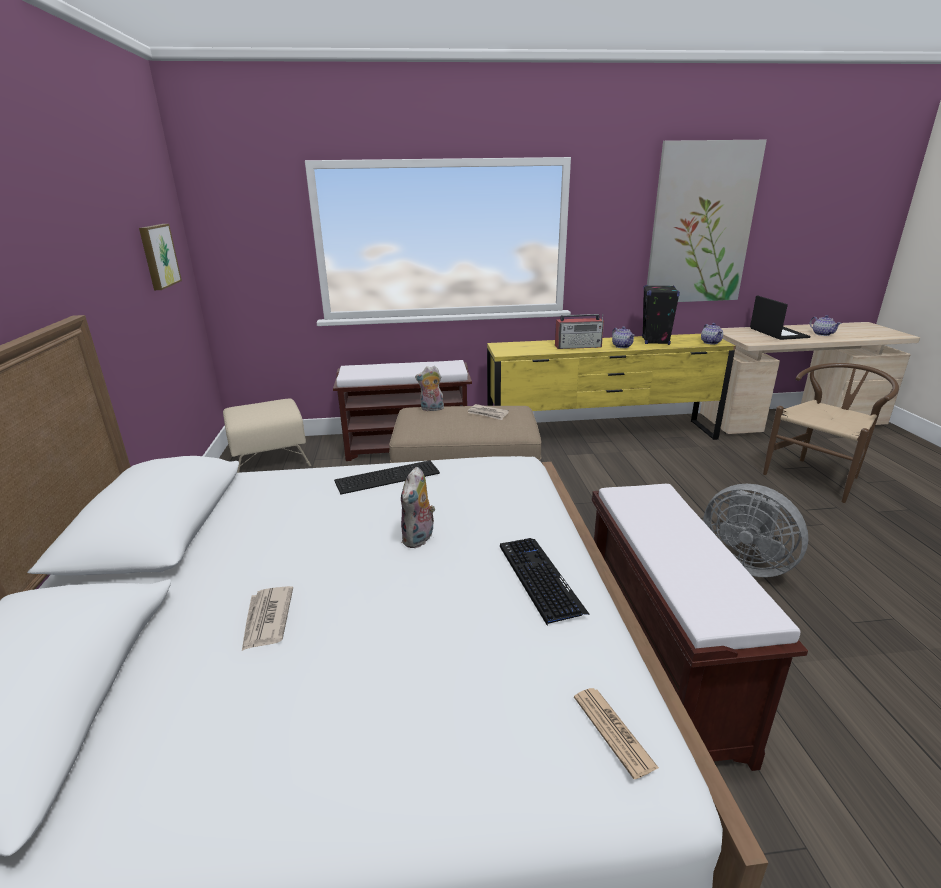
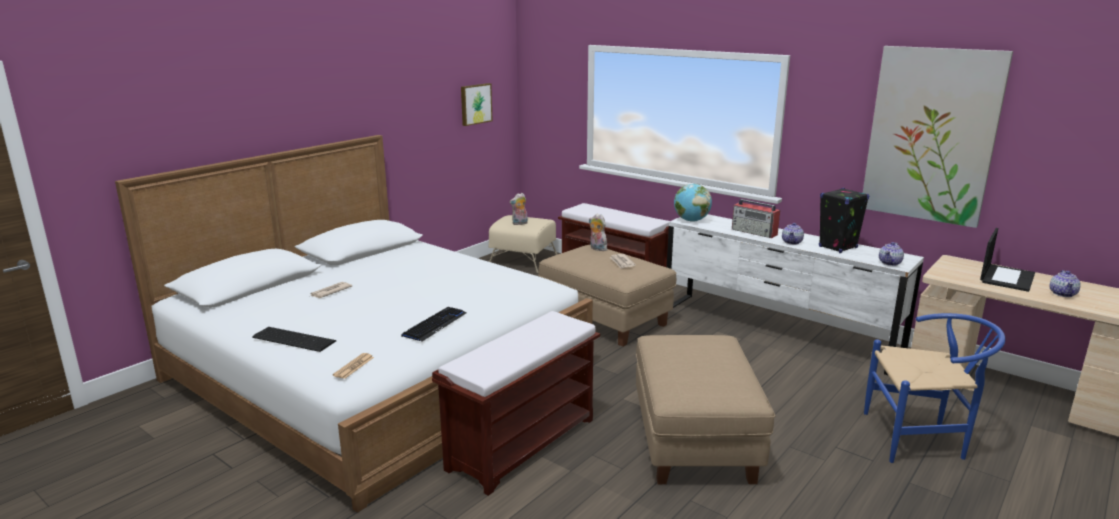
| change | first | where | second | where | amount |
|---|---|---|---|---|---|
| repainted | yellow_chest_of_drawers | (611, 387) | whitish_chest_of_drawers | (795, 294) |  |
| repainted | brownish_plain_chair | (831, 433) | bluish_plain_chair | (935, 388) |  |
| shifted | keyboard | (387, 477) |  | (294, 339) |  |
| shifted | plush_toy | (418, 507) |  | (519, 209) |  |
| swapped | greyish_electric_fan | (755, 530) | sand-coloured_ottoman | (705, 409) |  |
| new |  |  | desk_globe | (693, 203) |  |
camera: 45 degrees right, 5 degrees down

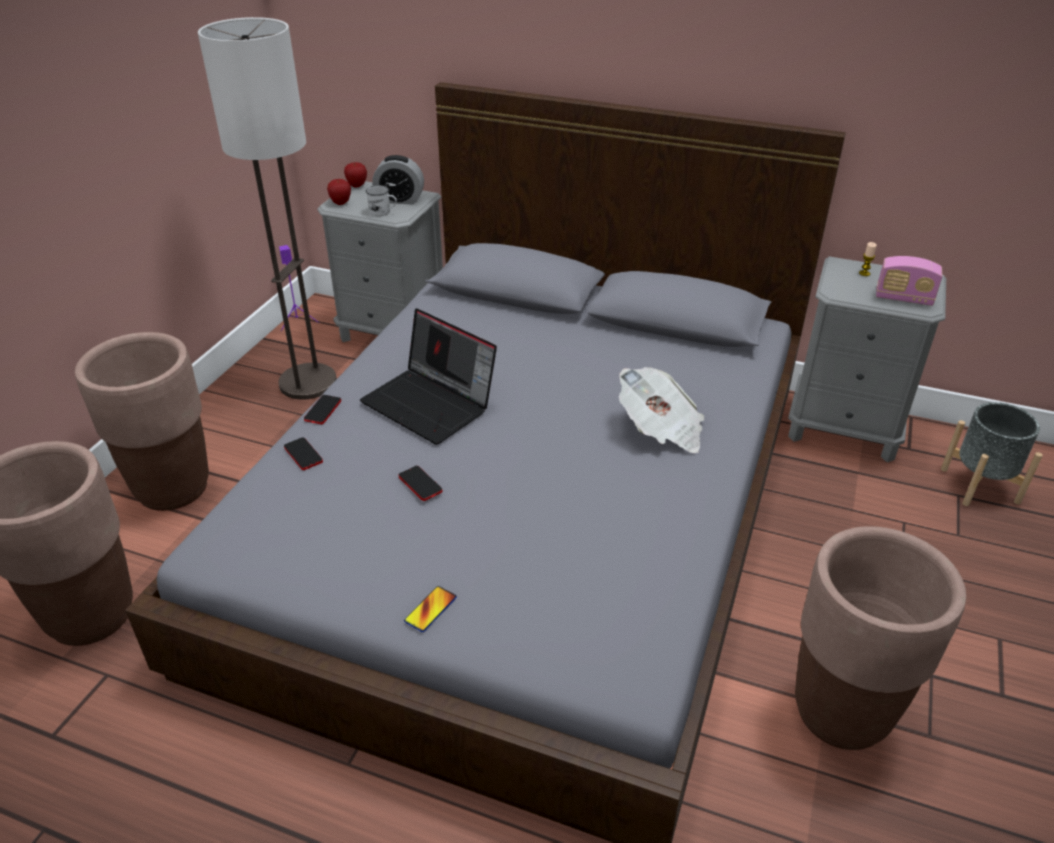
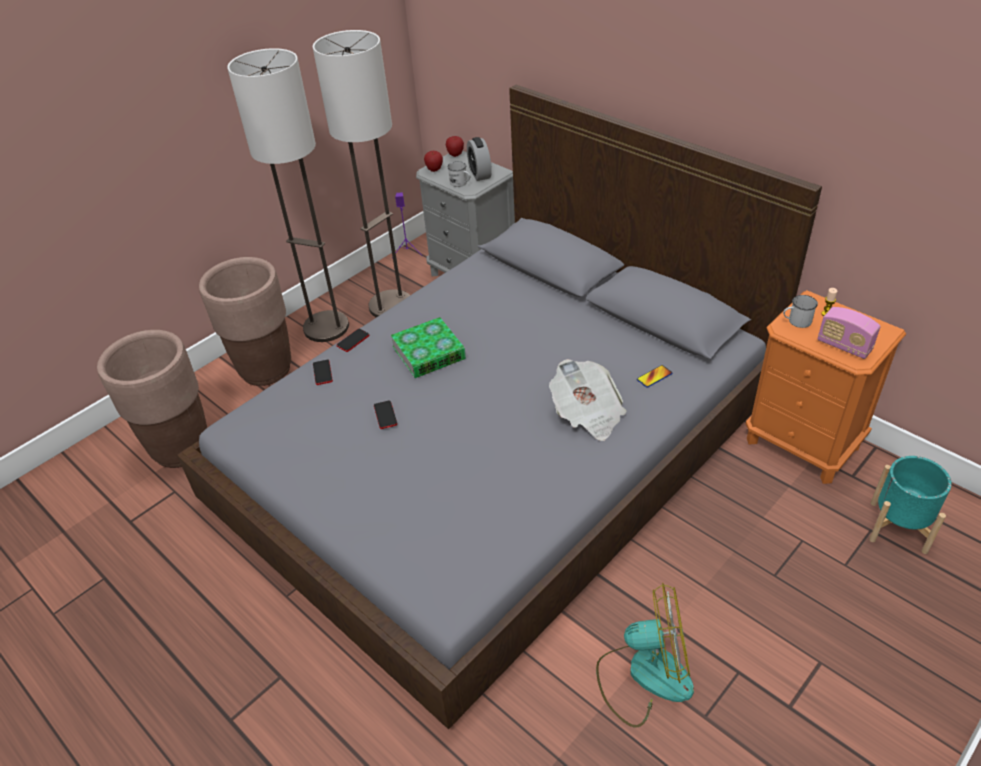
| change | first | where | second | where | amount |
|---|---|---|---|---|---|
| rotated | alarm_clock | (398, 179) |  | (479, 159) | 45 degrees clockwise |
| repainted | greyish_bedside_table | (867, 359) | orangey_bedside_table | (826, 387) |  |
| swapped | portable_computer | (428, 376) | book | (428, 347) |  |
| repainted | greyish_flower_pot | (992, 454) | blue-green_flower_pot | (910, 505) |  |
| swapped | brownish_flower_pot | (880, 638) | electric_fan | (645, 655) |  |
| shifted | telephone | (430, 609) |  | (654, 376) |  |
| new |  |  | standard_lamp | (288, 195) |  |
| new |  |  | whitish_coffee_mug | (800, 311) |  |
camera: 25 degrees right, 5 degrees up

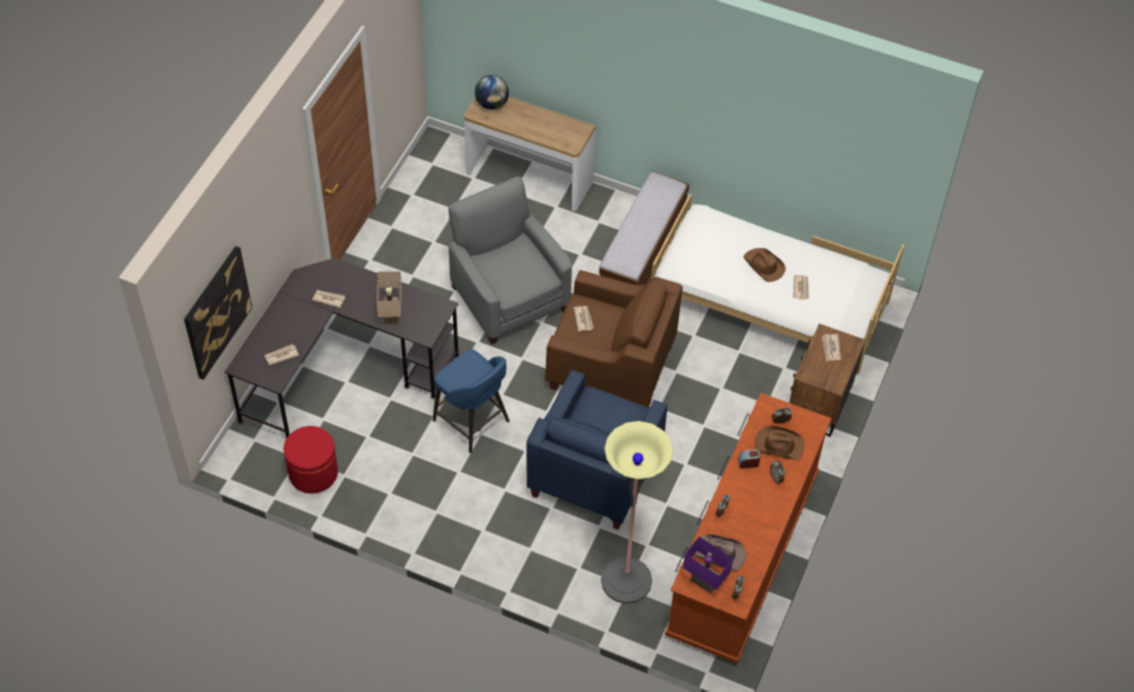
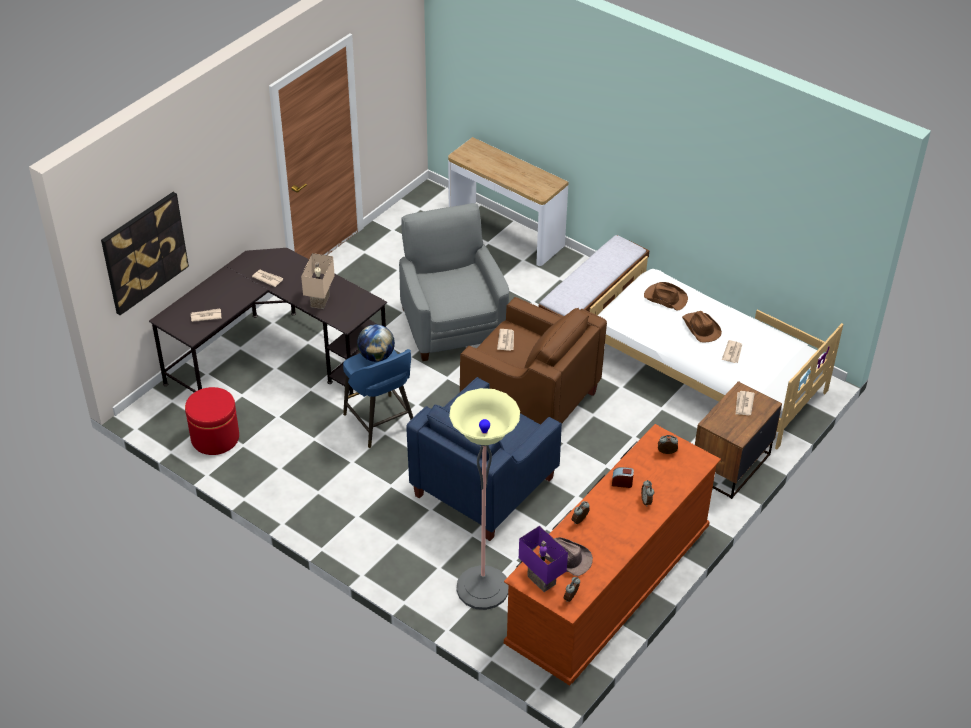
| change | first | where | second | where | amount |
|---|---|---|---|---|---|
| shifted | desk_globe | (492, 92) |  | (376, 343) |  |
| shifted | brownish_wearable_hat | (779, 443) |  | (666, 296) |  |
camera: 15 degrees right, 10 degrees down

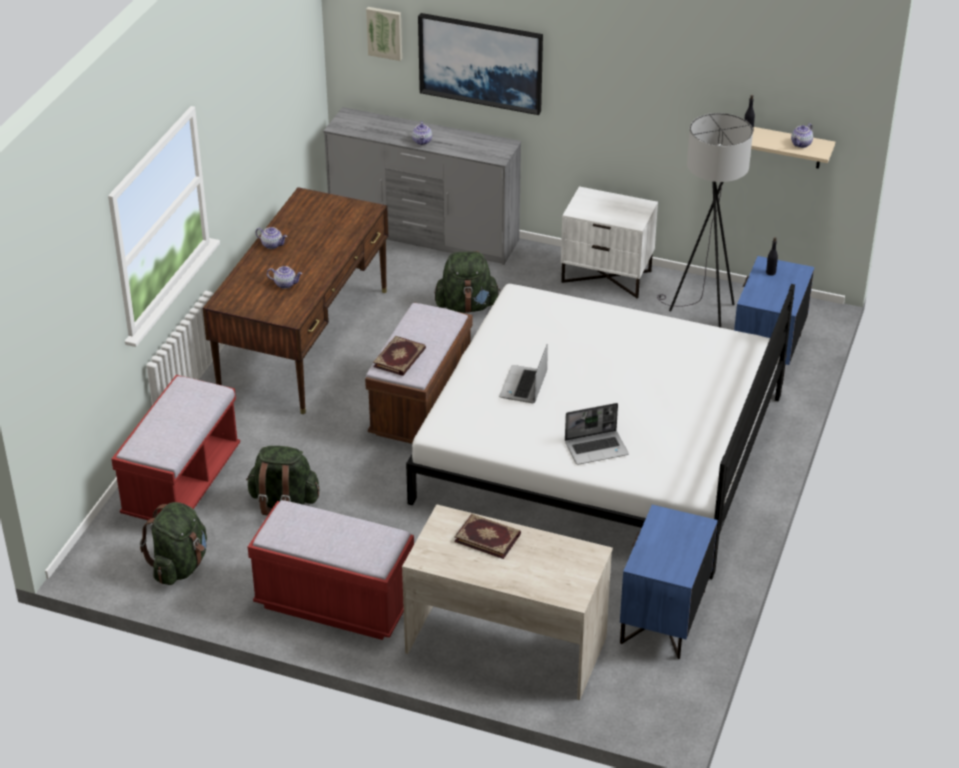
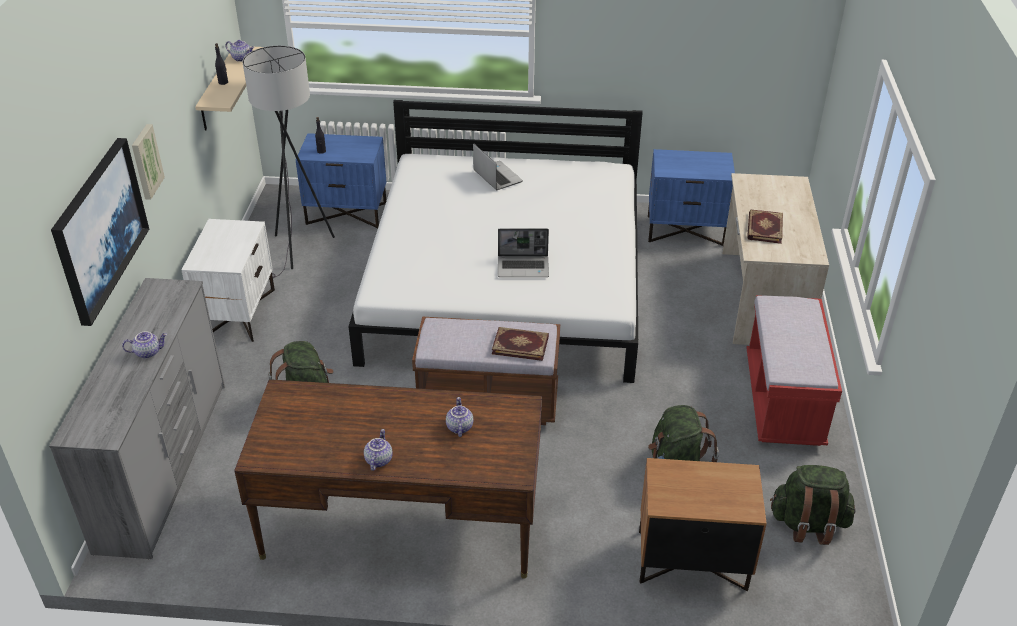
| change | first | where | second | where | amount |
|---|---|---|---|---|---|
| shifted | picture | (384, 34) |  | (148, 162) |  |
| swapped | reddish_indoor_bench | (175, 447) | brownish_bedside_table | (703, 524) |  |
| shifted | portable_computer | (597, 434) |  | (498, 166) |  |
camera: 105 degrees left, 0 degrees up

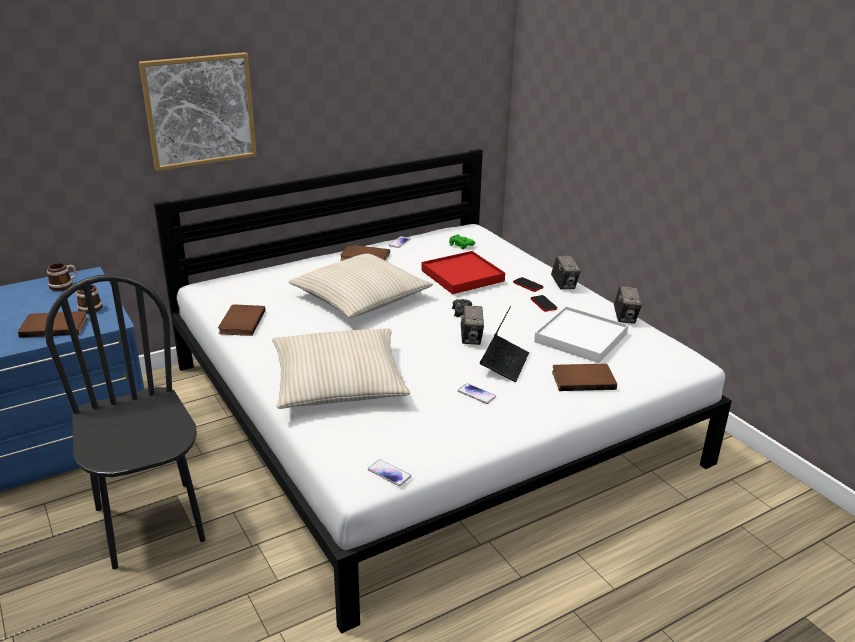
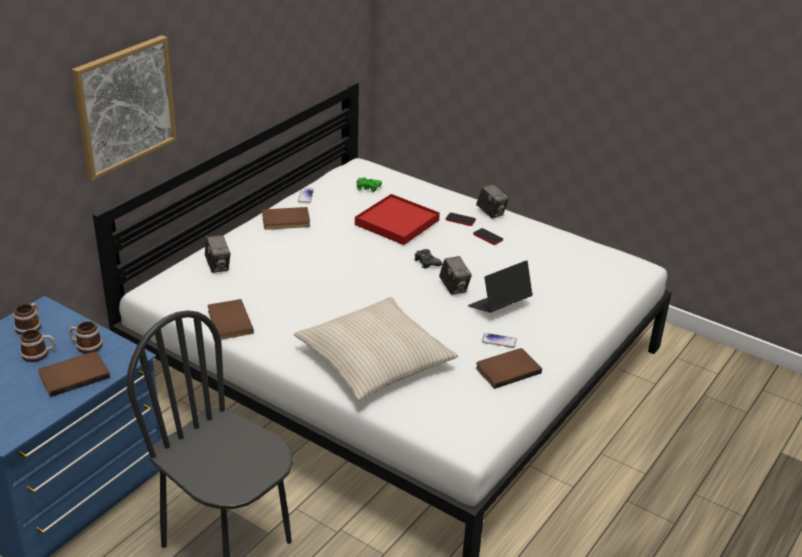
| change | first | where | second | where | amount |
|---|---|---|---|---|---|
| gone | sand-coloured_throw_pillow | (360, 285) |  |  |  |
| shifted | photo_camera | (628, 305) |  | (217, 254) |  |
| rotated | portable_computer | (504, 344) |  | (500, 286) | 120 degrees counterclockwise |
| gone | whitish_carrying_tray | (581, 334) |  |  |  |
| shifted | brownish_book | (584, 377) |  | (509, 368) |  |
| gone | telephone | (389, 472) |  |  |  |
| new |  |  | coffee_mug | (38, 345) |  |
camera: 25 degrees left, 5 degrees up

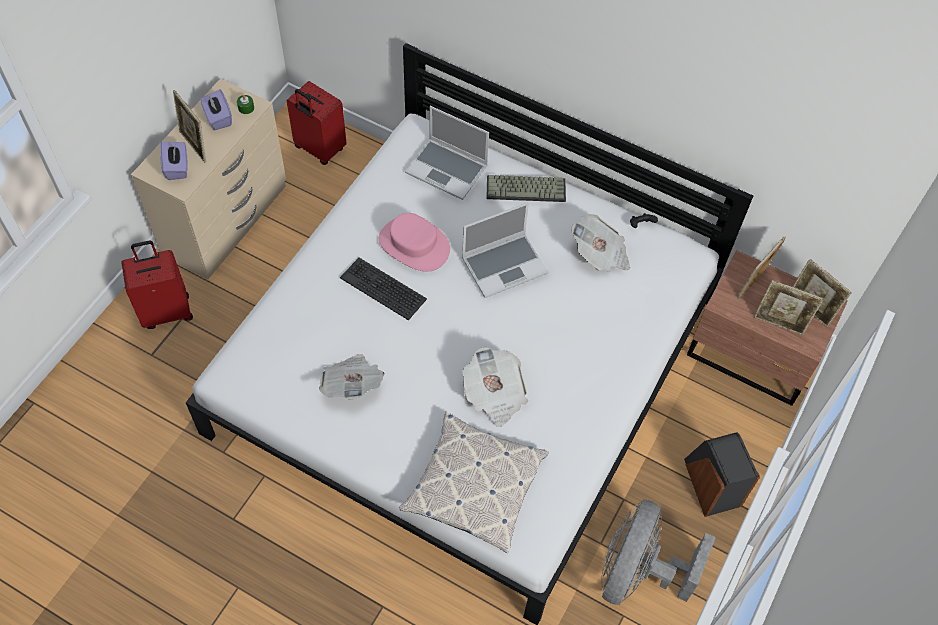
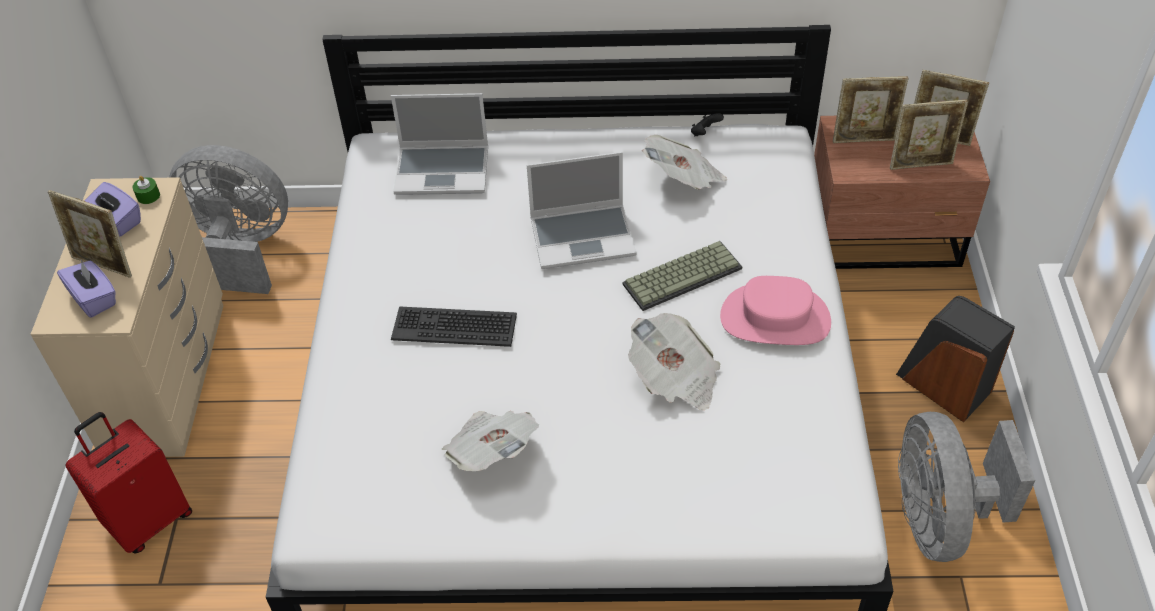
| change | first | where | second | where | amount |
|---|---|---|---|---|---|
| swapped | reddish_suitcase | (317, 123) | greyish_electric_fan | (228, 219) |  |
| shifted | keyboard | (526, 188) |  | (682, 276) |  |
| rotated | portable_computer | (505, 250) |  | (581, 210) | 45 degrees clockwise |
| shifted | pink-coloured_wearable_hat | (414, 242) |  | (775, 310) |  |
| rotated | standing_frame | (761, 267) |  | (871, 109) | 105 degrees counterclockwise |
| gone | throw_pillow | (474, 482) |  |  |  |
camera: 25 degrees left, 10 degrees down

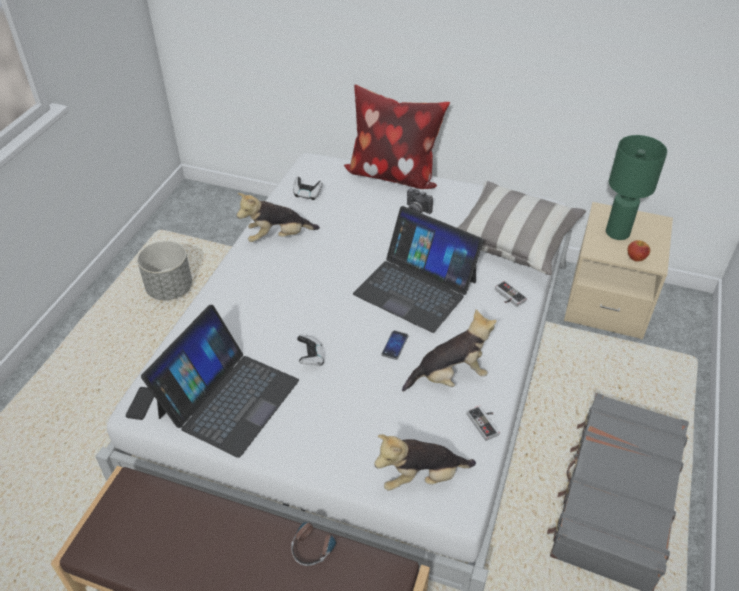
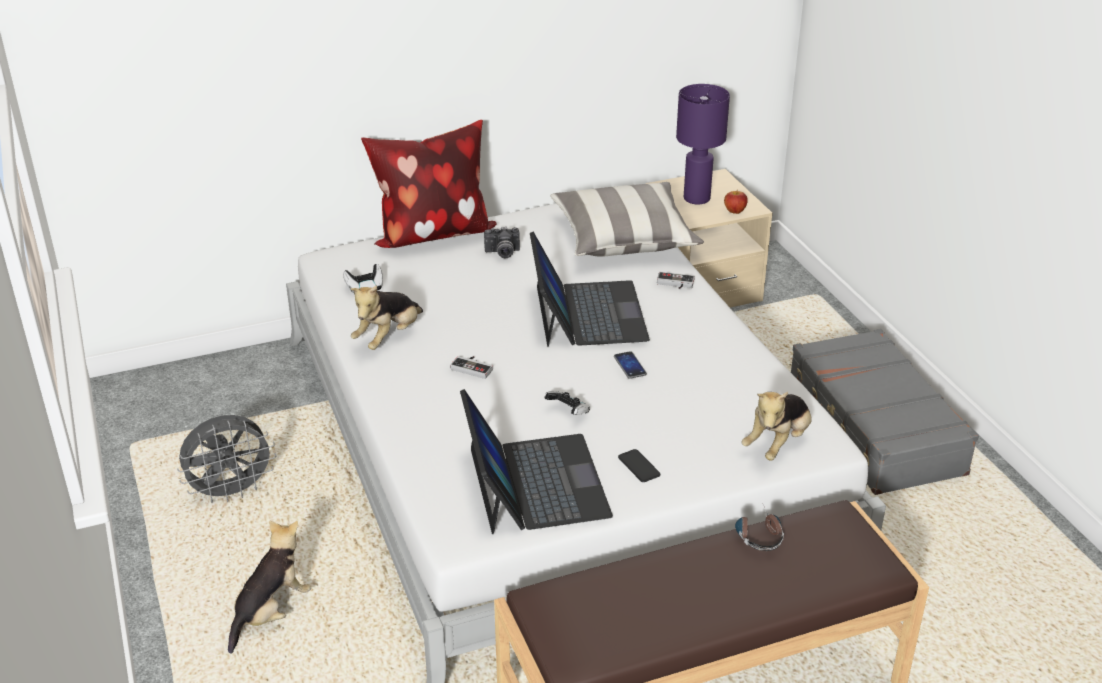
| change | first | where | second | where | amount |
|---|---|---|---|---|---|
| repainted | greenish_lamp_for_a_table | (636, 187) | purple-coloured_lamp_for_a_table | (703, 144) |  |
| rotated | portable_computer | (418, 269) |  | (590, 289) | 90 degrees counterclockwise |
| swapped | greyish_flower_pot | (164, 270) | greyish_electric_fan | (227, 459) |  |
| shifted | plush_toy | (449, 350) |  | (269, 587) |  |
| shifted | telephone | (140, 403) |  | (639, 465) |  |
| shifted | game_controller | (483, 423) |  | (471, 367) |  |
camera: 40 degrees left, 10 degrees down

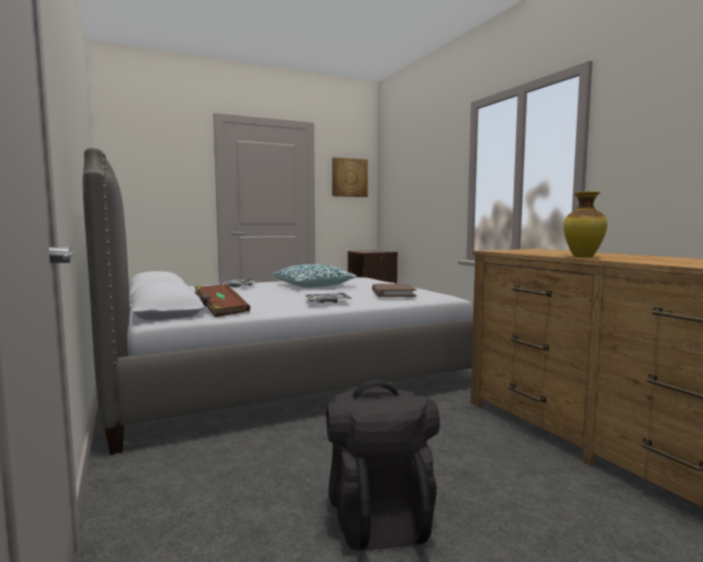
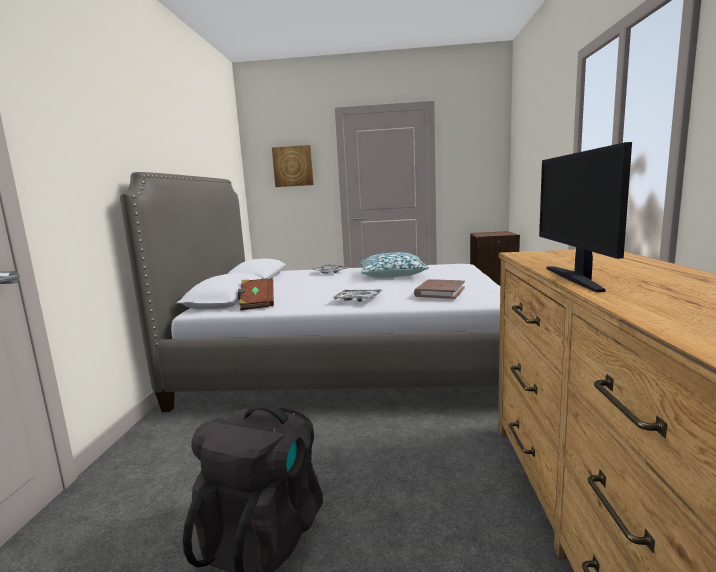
| change | first | where | second | where | amount |
|---|---|---|---|---|---|
| shifted | picture | (350, 177) |  | (293, 166) |  |
| swapped | vase | (585, 224) | computer_display | (585, 217) |  |
camera: 30 degrees right, 5 degrees up

